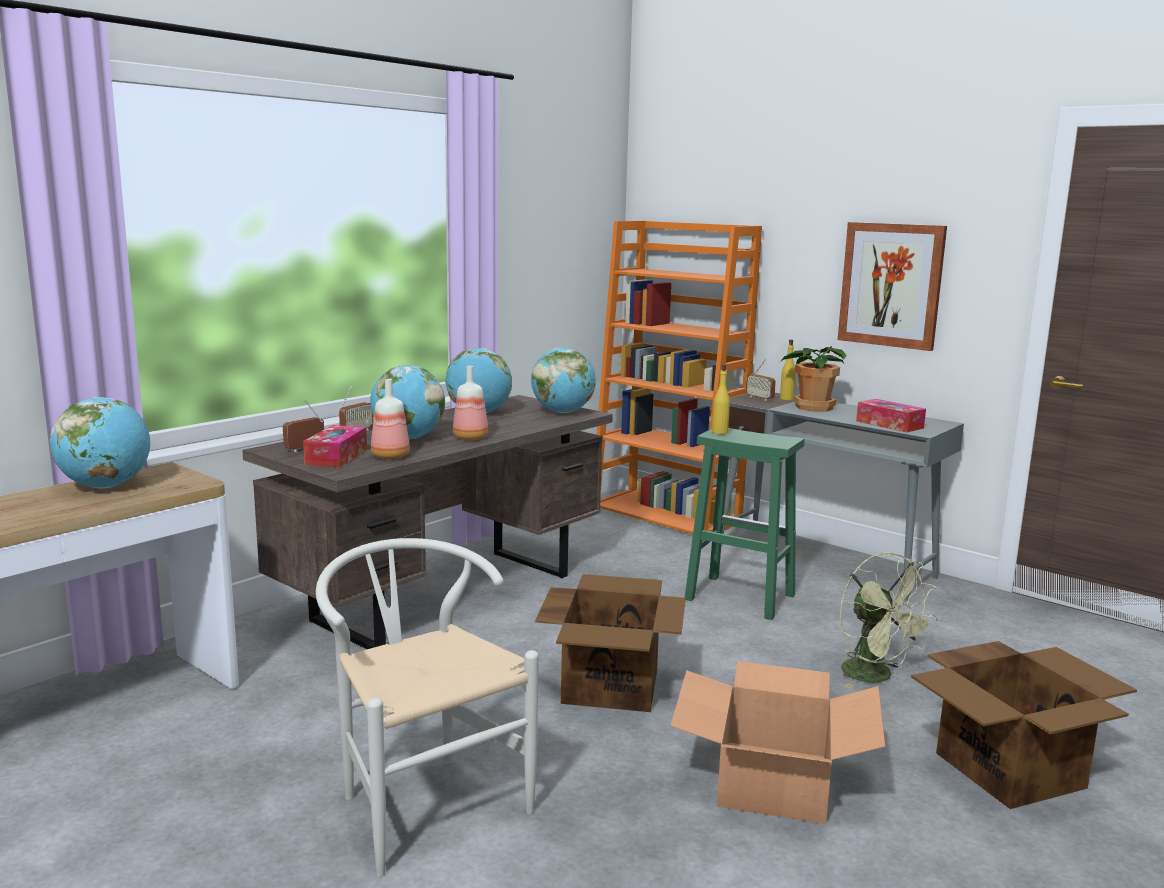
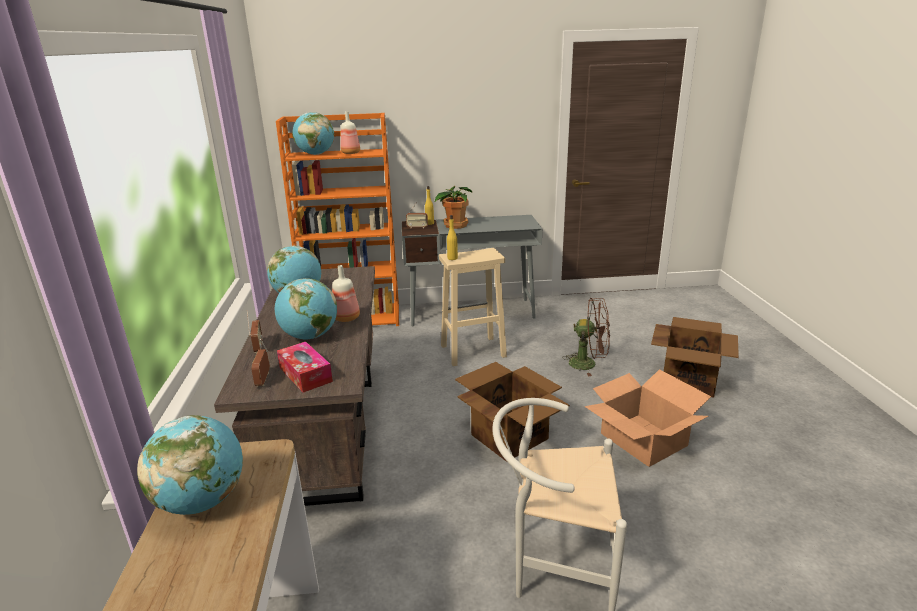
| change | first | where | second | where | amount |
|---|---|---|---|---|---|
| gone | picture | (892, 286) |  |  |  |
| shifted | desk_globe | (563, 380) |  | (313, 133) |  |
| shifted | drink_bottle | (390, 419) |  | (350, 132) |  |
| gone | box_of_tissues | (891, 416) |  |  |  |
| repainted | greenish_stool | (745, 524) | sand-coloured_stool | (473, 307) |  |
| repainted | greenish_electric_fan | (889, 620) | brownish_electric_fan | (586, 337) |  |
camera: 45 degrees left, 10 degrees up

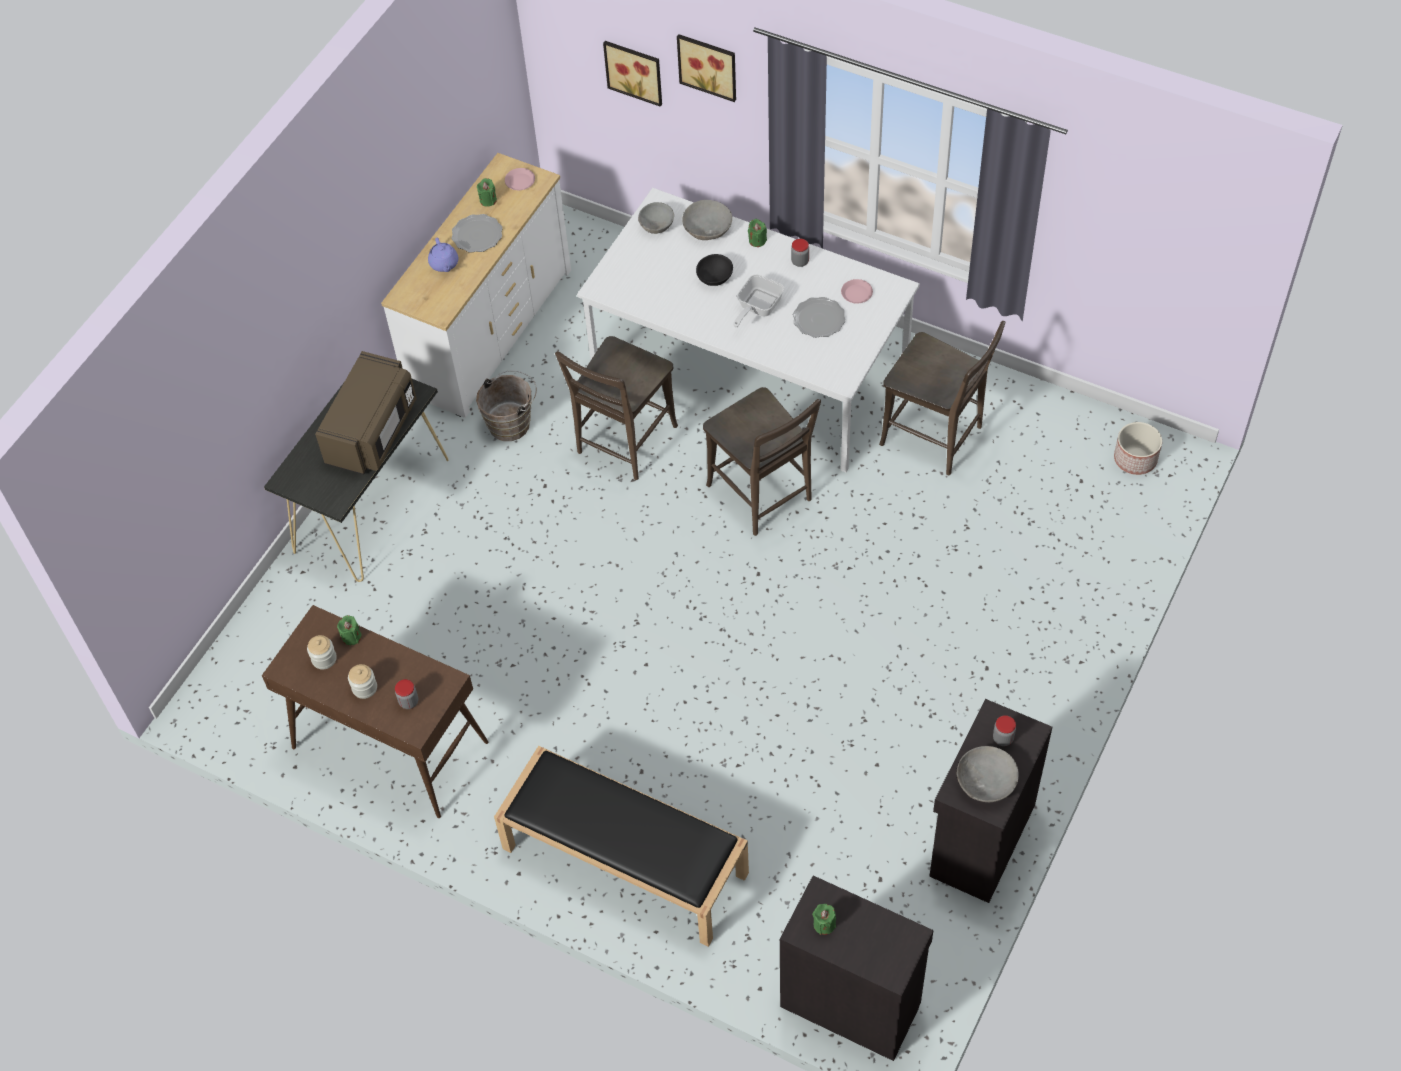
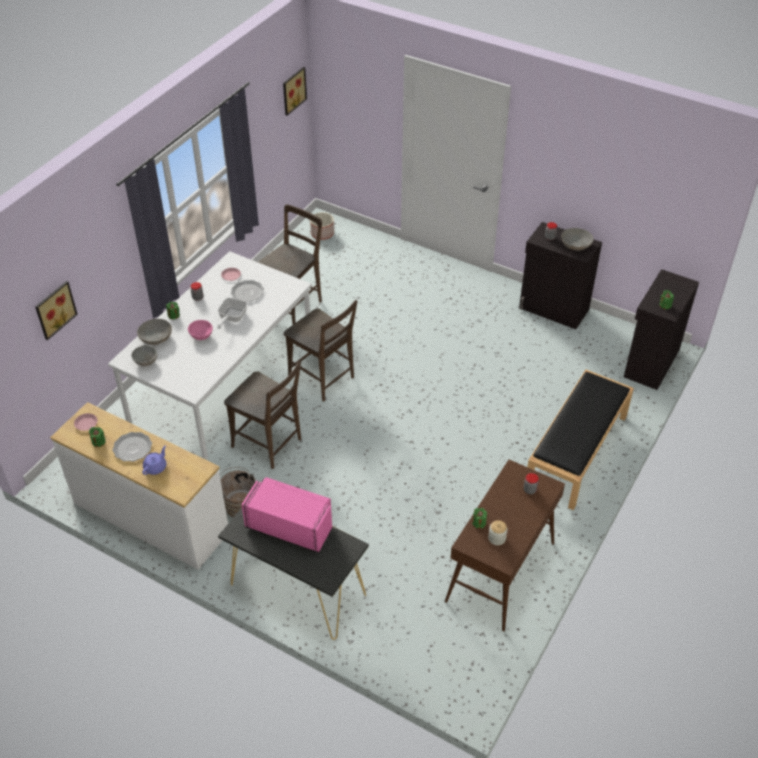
| change | first | where | second | where | amount |
|---|---|---|---|---|---|
| shifted | picture | (706, 68) |  | (295, 91) |  |
| rotated | purple-coloured_pot_for_tea | (443, 254) |  | (154, 460) | 45 degrees counterclockwise |
| repainted | black_bowl | (714, 270) | pink-coloured_bowl | (200, 330) |  |
| rotated | skillet | (758, 300) |  | (232, 313) | 75 degrees clockwise |
| repainted | brownish_microwave_oven | (366, 413) | pink-coloured_microwave_oven | (286, 515) |  |
| rotated | brownish_plain_chair | (762, 461) |  | (321, 351) | 75 degrees clockwise |
| gone | storage_jar | (362, 681) |  |  |  |
camera: 90 degrees left, 10 degrees down

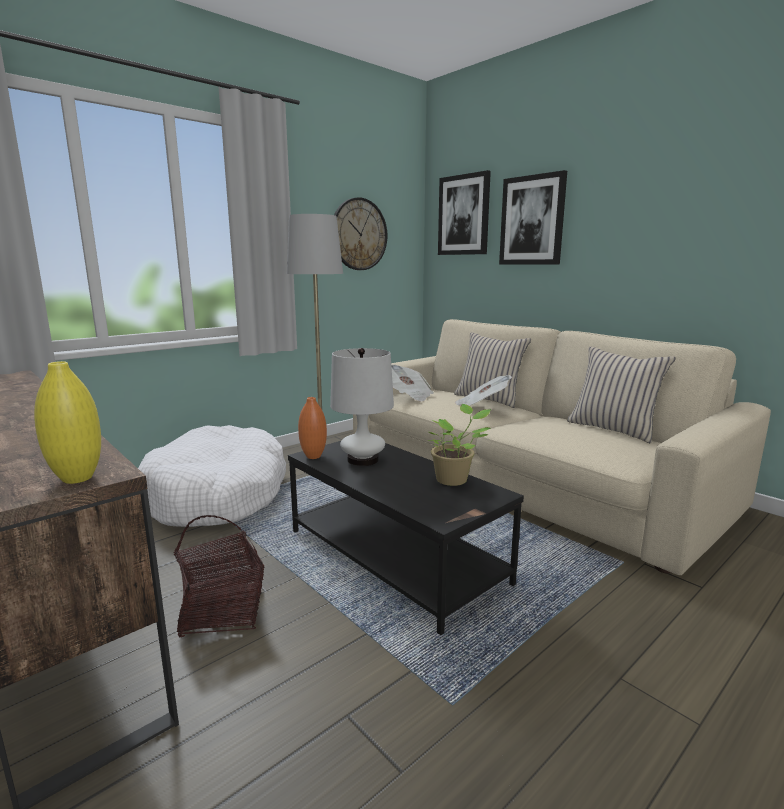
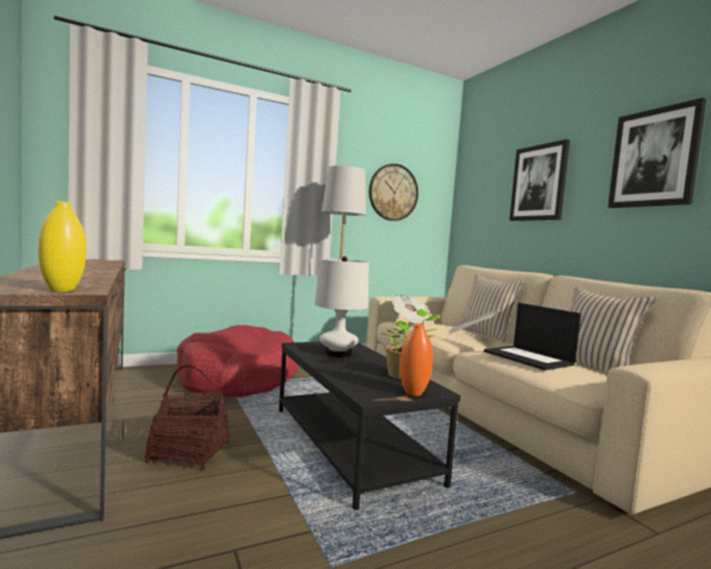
| change | first | where | second | where | amount |
|---|---|---|---|---|---|
| shifted | picture | (464, 212) |  | (657, 153) |  |
| shifted | orangey_vase | (312, 428) |  | (416, 359) |  |
| repainted | whitish_pet_bed | (212, 476) | reddish_pet_bed | (237, 361) |  |
| new |  |  | portable_computer | (532, 336) |  |
camera: 15 degrees right, 10 degrees down

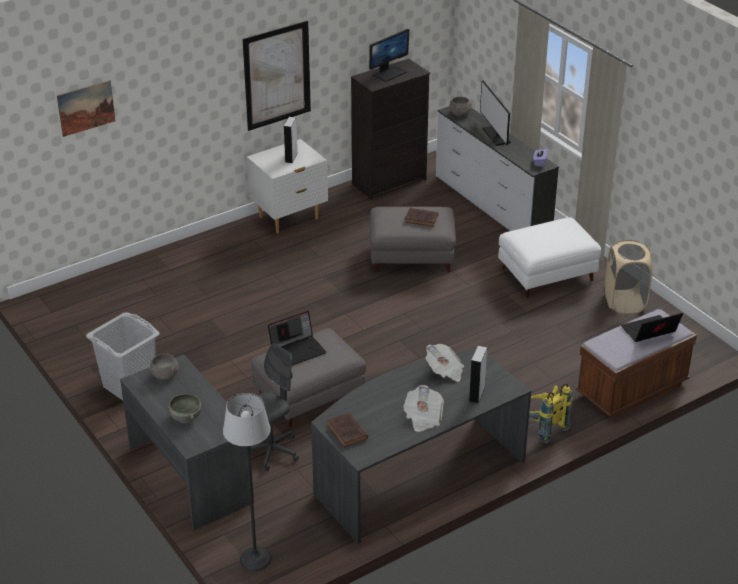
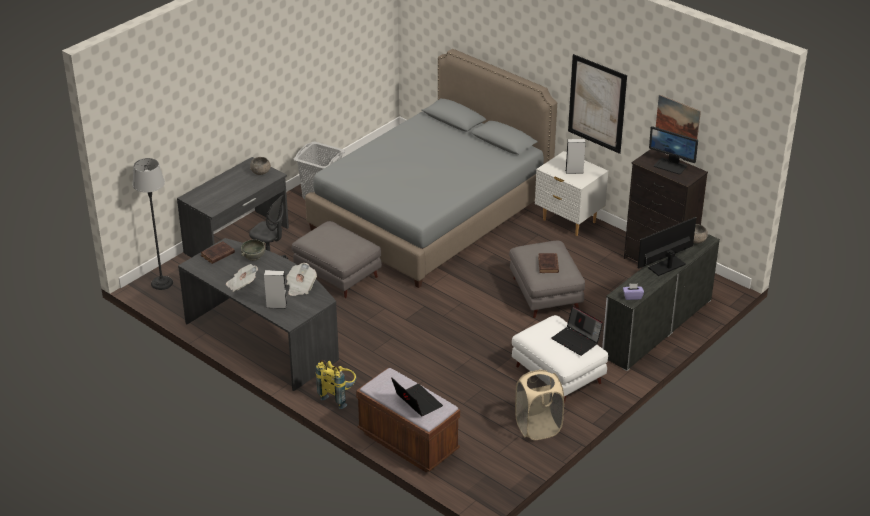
| change | first | where | second | where | amount |
|---|---|---|---|---|---|
| shifted | picture | (86, 108) |  | (678, 117) |  |
| shifted | portable_computer | (297, 338) |  | (577, 330) |  |
| shifted | greyish_bowl | (185, 408) |  | (253, 250) |  |
| new |  |  | greyish_bedroom_bed | (431, 168) |  |
camera: 75 degrees right, 0 degrees up

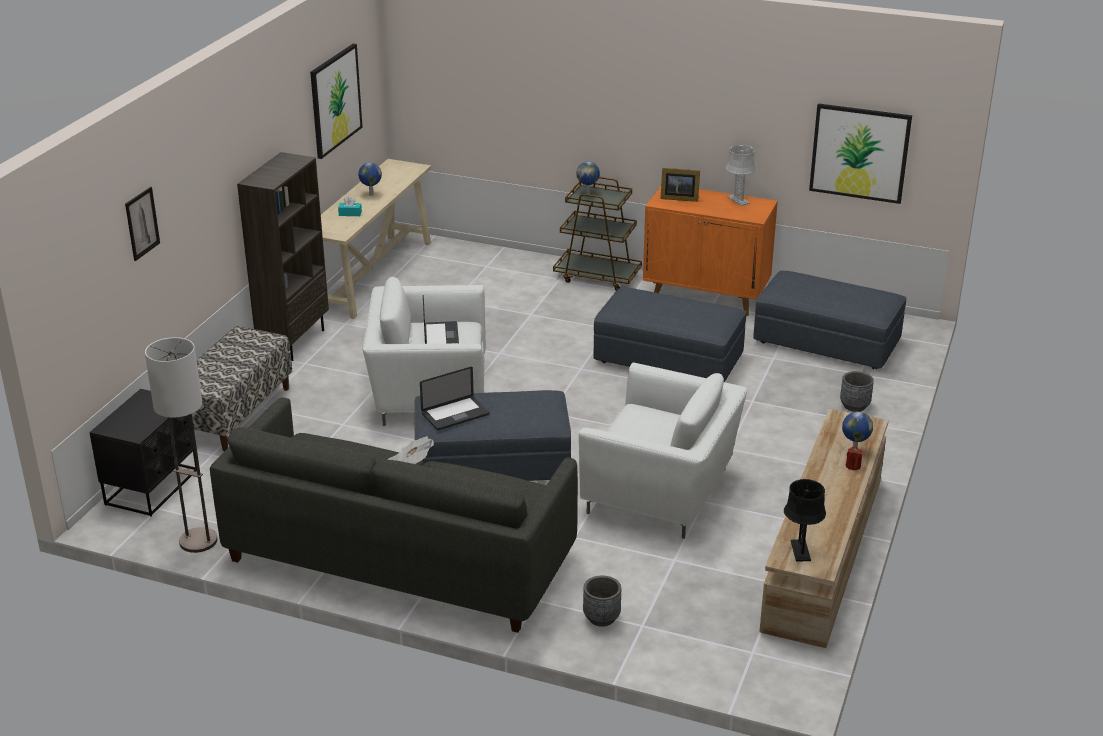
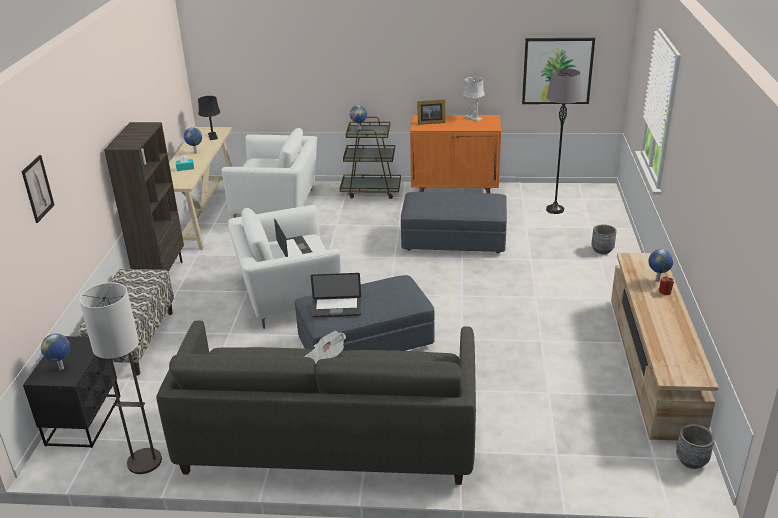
| change | first | where | second | where | amount |
|---|---|---|---|---|---|
| gone | picture | (336, 101) |  |  |  |
| swapped | greyish_ottoman | (829, 320) | greyish_standard_lamp | (564, 141) |  |
| shifted | whitish_easy_chair | (663, 451) |  | (269, 173) |  |
| rotated | portable_computer | (454, 398) |  | (336, 295) | 45 degrees clockwise |
| shifted | black_lamp_for_a_table | (805, 520) |  | (209, 118) |  |
| shifted | greyish_flower_pot | (602, 601) |  | (695, 446) |  |
| new |  |  | desk_globe | (55, 352) |  |
camera: 15 degrees left, 0 degrees up

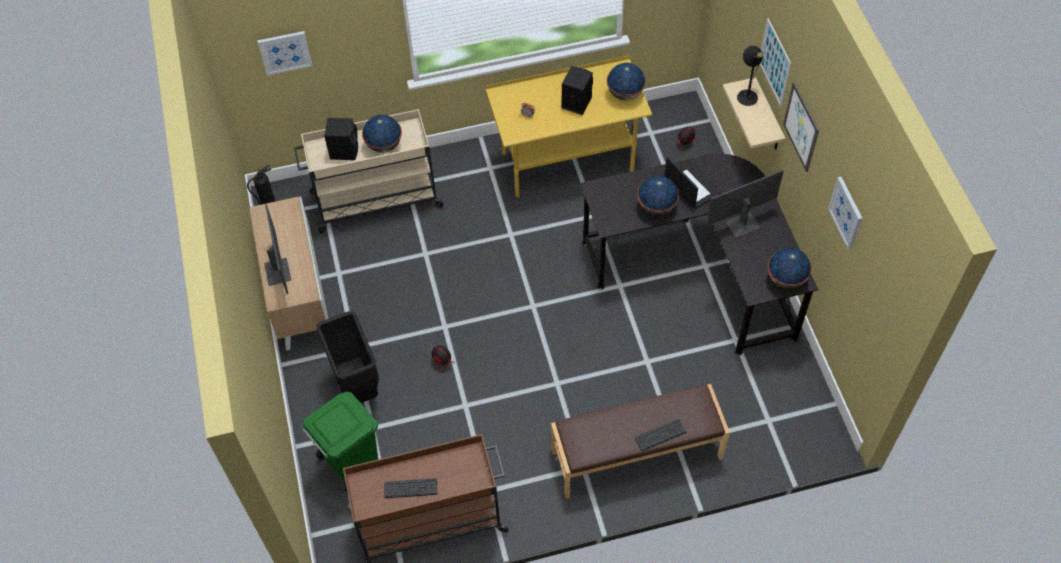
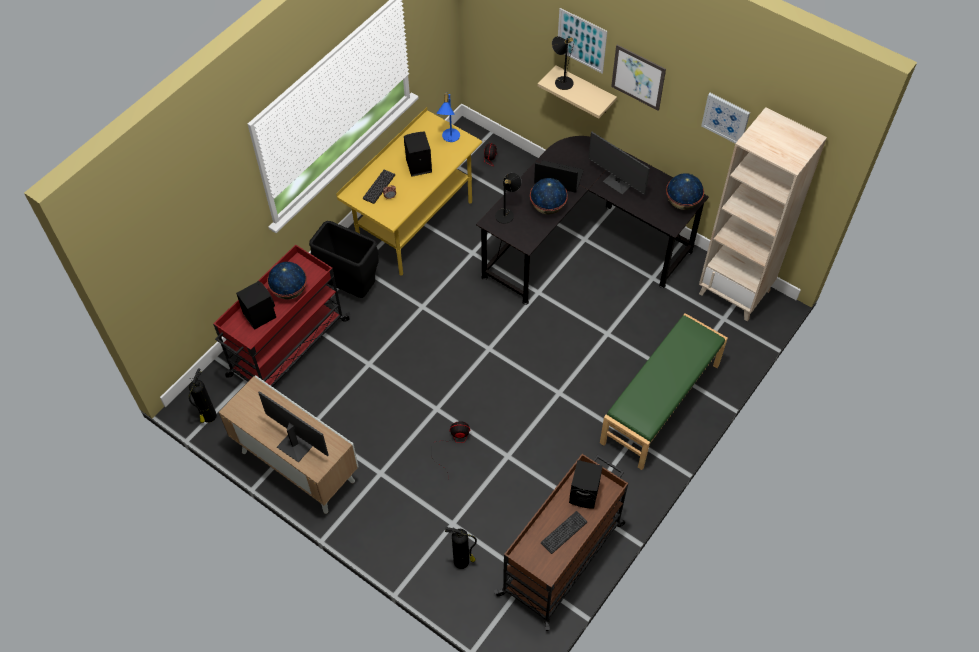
| change | first | where | second | where | amount |
|---|---|---|---|---|---|
| gone | picture | (285, 53) |  |  |  |
| swapped | desk_globe | (626, 82) | bluish_lamp_for_a_table | (448, 117) |  |
| repainted | sand-coloured_trolley | (369, 171) | reddish_trolley | (281, 315) |  |
| rotated | computer_display | (745, 204) |  | (619, 163) | 75 degrees counterclockwise |
| shifted | black_rubbish_bin | (348, 357) |  | (344, 259) |  |
| repainted | brownish_indoor_bench | (640, 441) | greenish_indoor_bench | (664, 391) |  |
| swapped | greenish_rubbish_bin | (339, 442) | extinguisher | (461, 548) |  |
| shifted | keyboard | (661, 435) |  | (379, 187) |  |
| new |  |  | sand-coloured_bookcase | (763, 214) |  |
| new |  |  | black_lamp_for_a_table | (508, 198) |  |
| new |  |  | black_speaker | (586, 484) |  |
camera: 40 degrees left, 0 degrees up

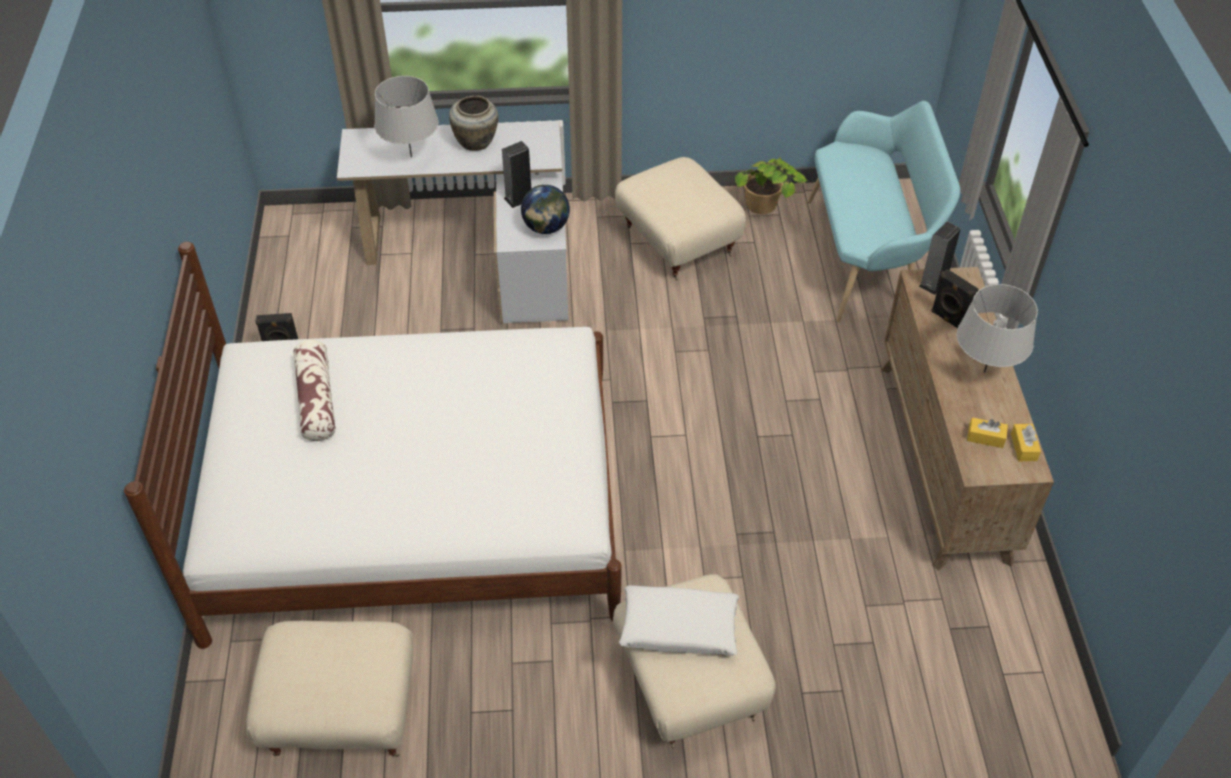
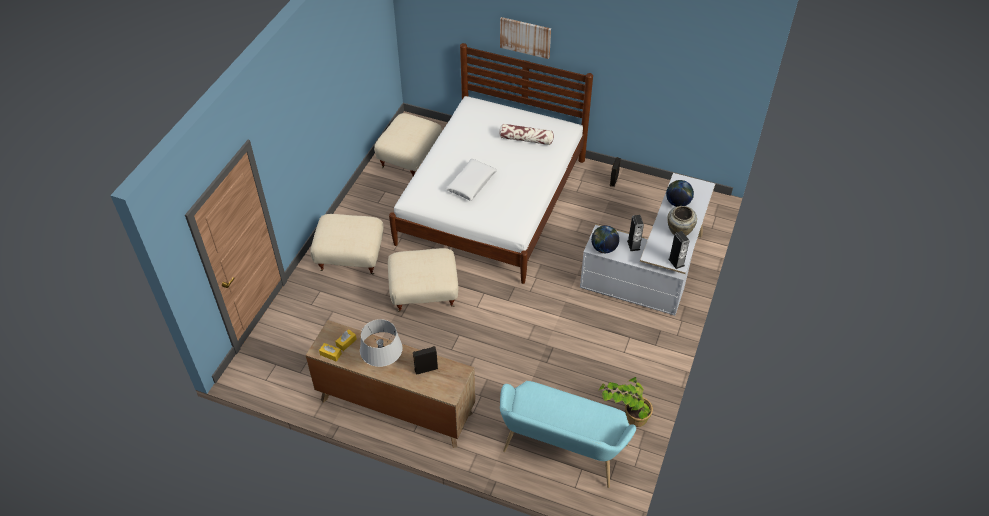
| change | first | where | second | where | amount |
|---|---|---|---|---|---|
| swapped | greyish_lamp_for_a_table | (406, 117) | desk_globe | (680, 193) |  |
| shifted | sand-coloured_ottoman | (680, 218) |  | (423, 280) |  |
| shifted | speaker | (939, 258) |  | (679, 250) |  |
| shifted | whitish_throw_pillow | (679, 620) |  | (471, 180) |  |
| new |  |  | picture | (525, 38) |  |
camera: 115 degrees right, 0 degrees up

